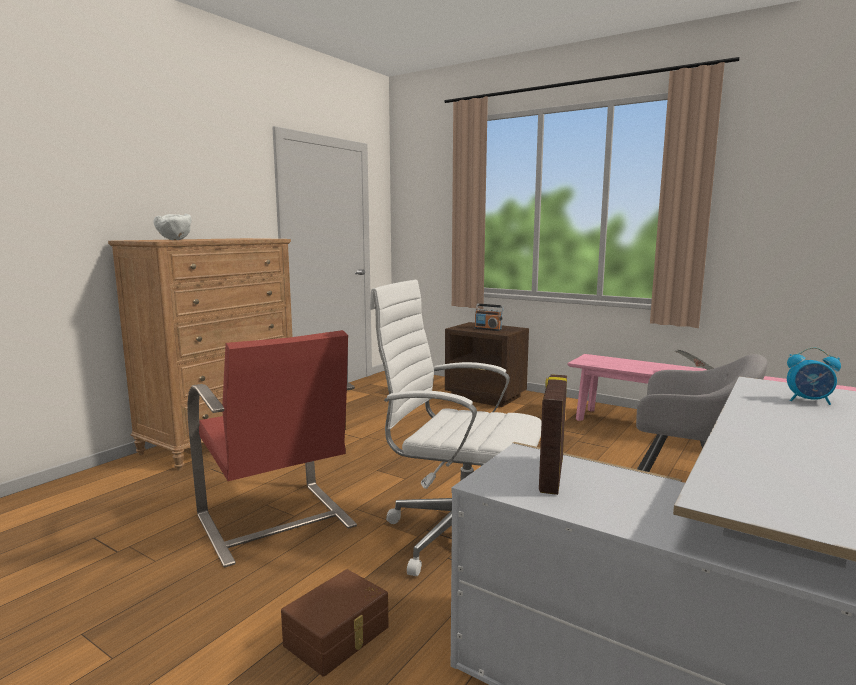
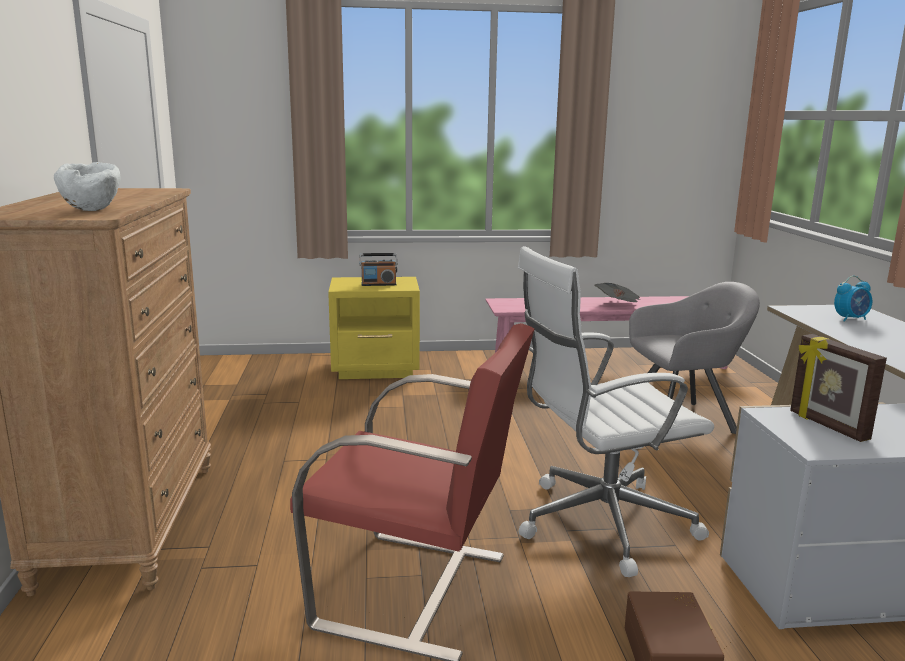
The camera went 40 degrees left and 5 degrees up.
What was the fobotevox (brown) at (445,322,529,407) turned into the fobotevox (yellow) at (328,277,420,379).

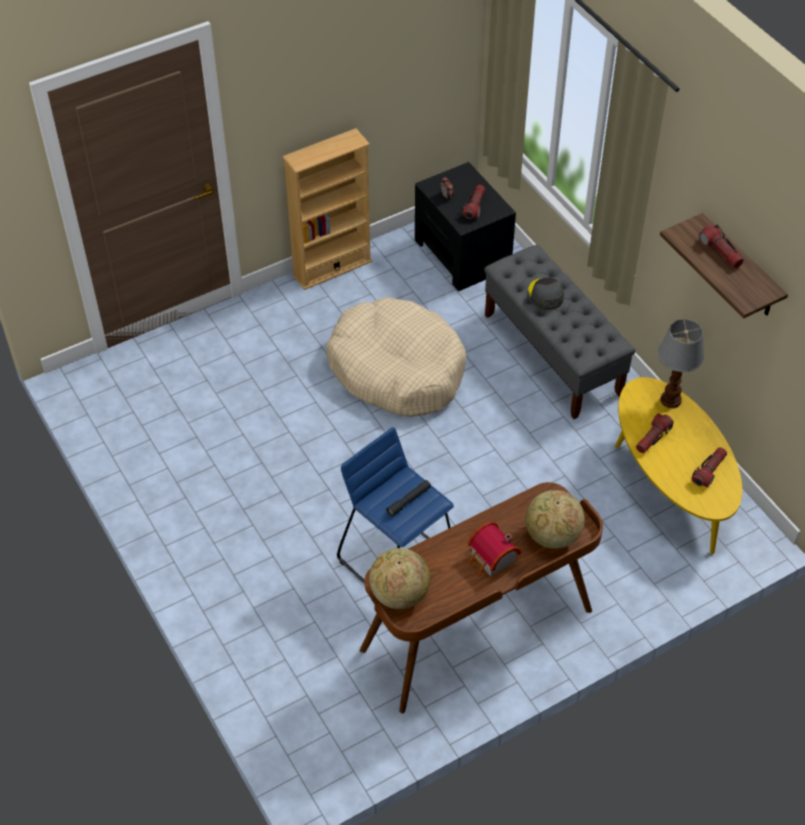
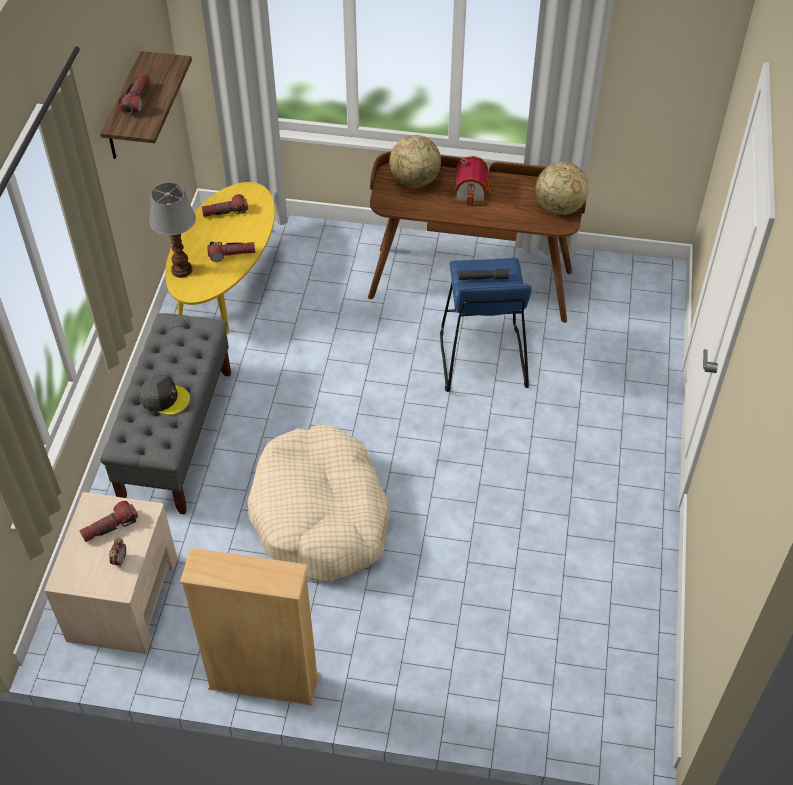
The camera went 140 degrees left and 0 degrees up.
What was the fobotevox (black) at (415,162,516,291) turned into the fobotevox (beige) at (44,492,177,654).
The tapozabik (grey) at (528,278,564,310) ended up facing another way, 105 degrees counterclockwise from before.

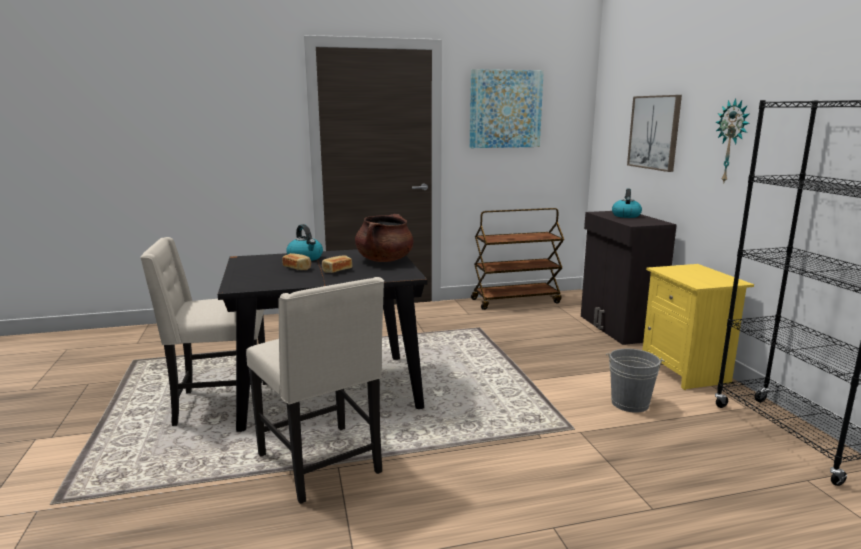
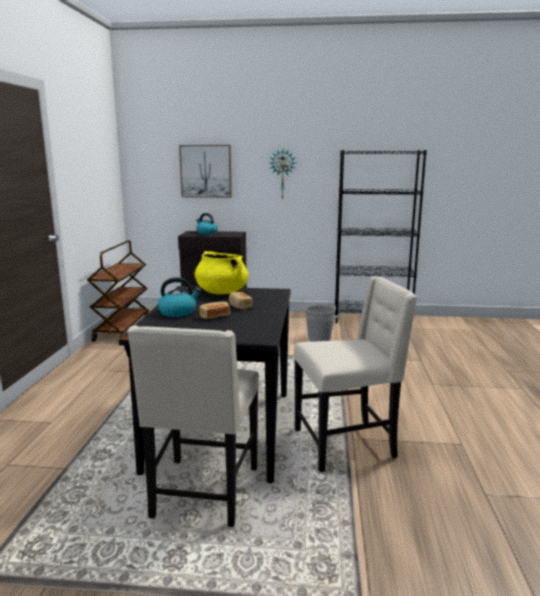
The camera went 70 degrees left and 0 degrees up.
What was the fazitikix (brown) at (355,214,414,262) turned into the fazitikix (yellow) at (195,251,249,294).
The second view lost the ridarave at (470,69,544,148).
The second view lost the fobotevox (yellow) at (643,264,754,390).

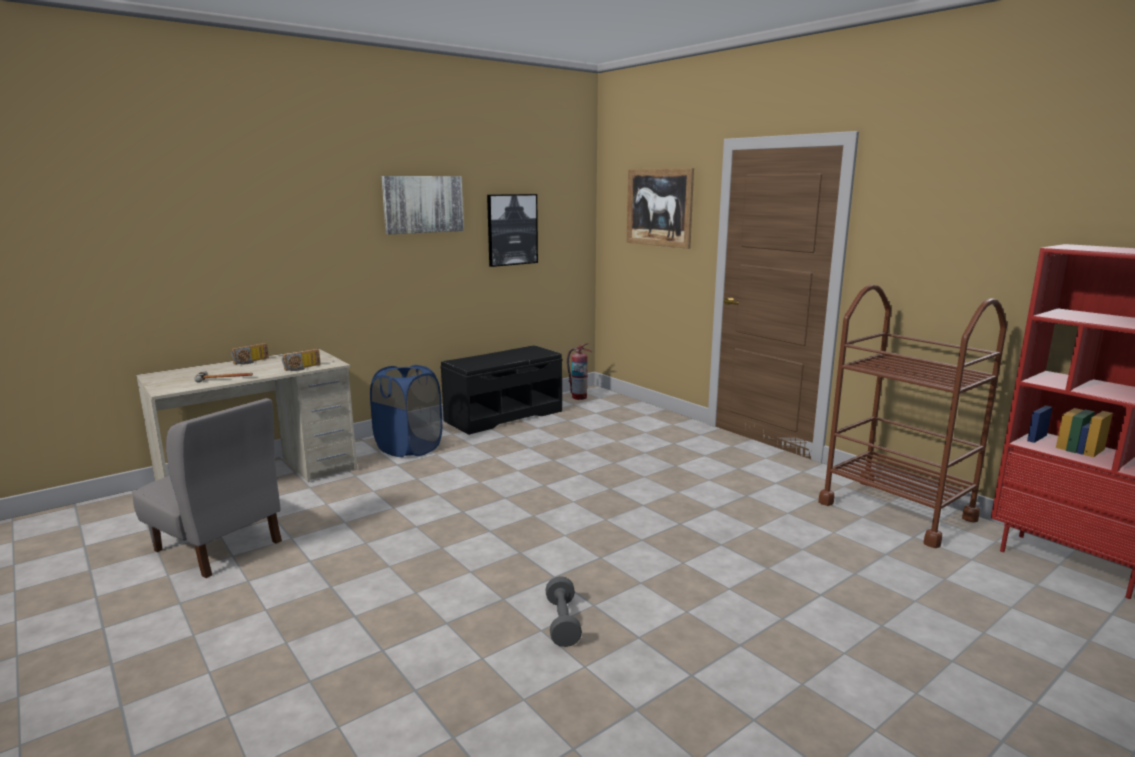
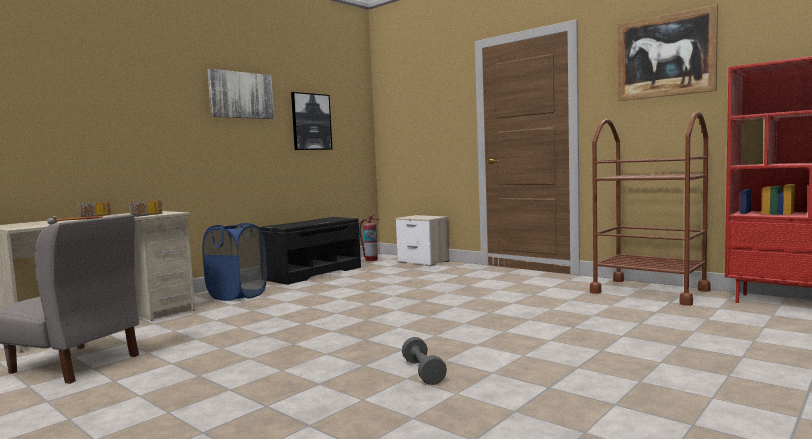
The camera went 10 degrees left and 10 degrees down.
The second view gained the fobotevox at (396,215,449,266).
The ridarave ended up elsewhere, having gone from (627,168,694,249) to (617,4,718,101).

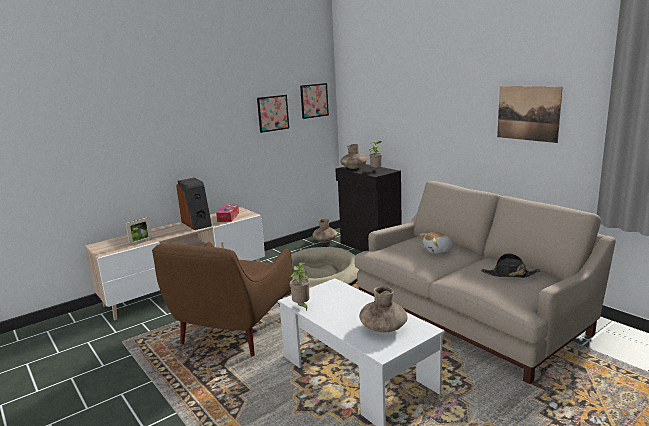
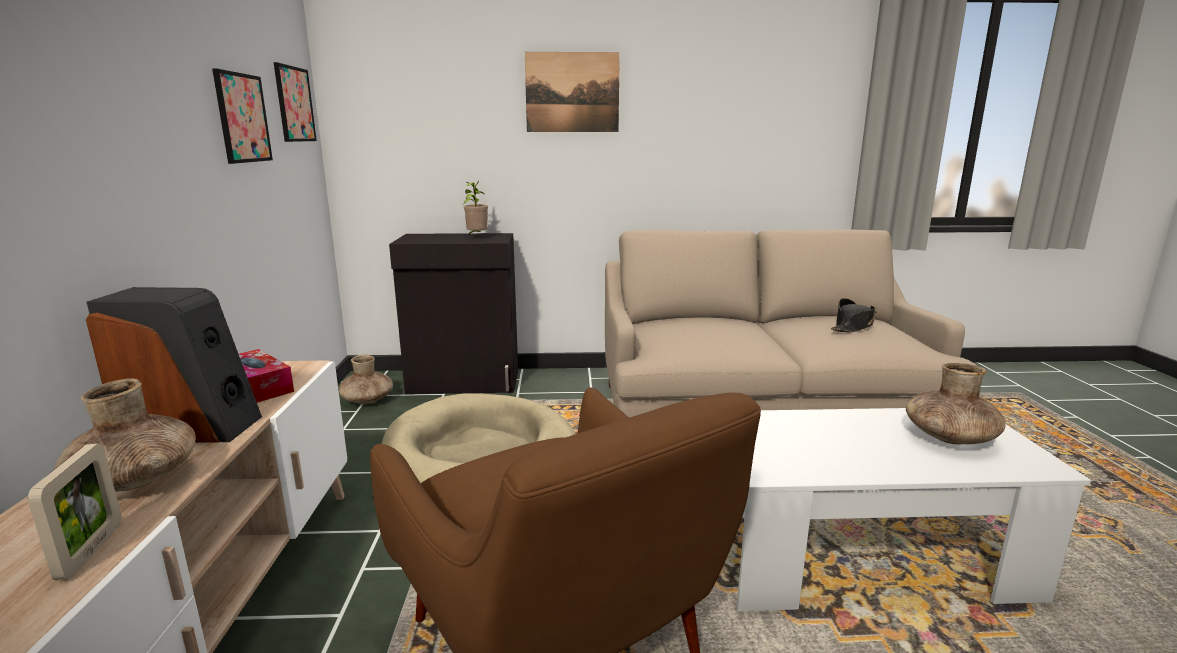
The camera went 55 degrees left and 0 degrees up.
The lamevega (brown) ended up elsewhere, having gone from (340,144,367,169) to (54,378,196,492).
The ridarave ended up elsewhere, having gone from (497,86,563,143) to (525,52,620,132).
The second view lost the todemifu at (290,262,310,311).
The second view lost the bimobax at (420,232,453,254).

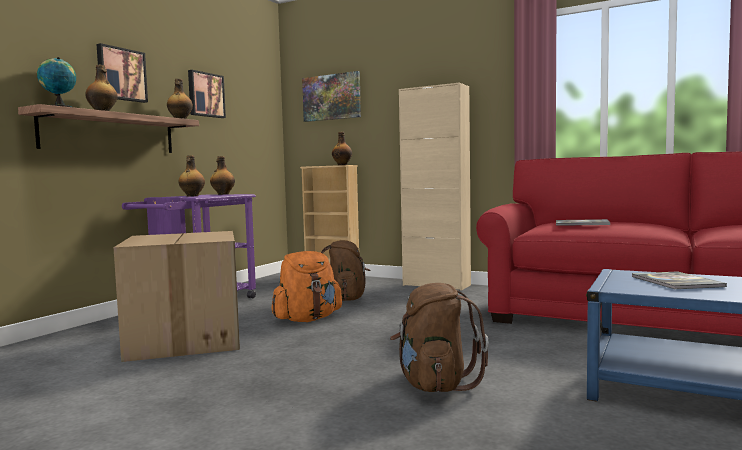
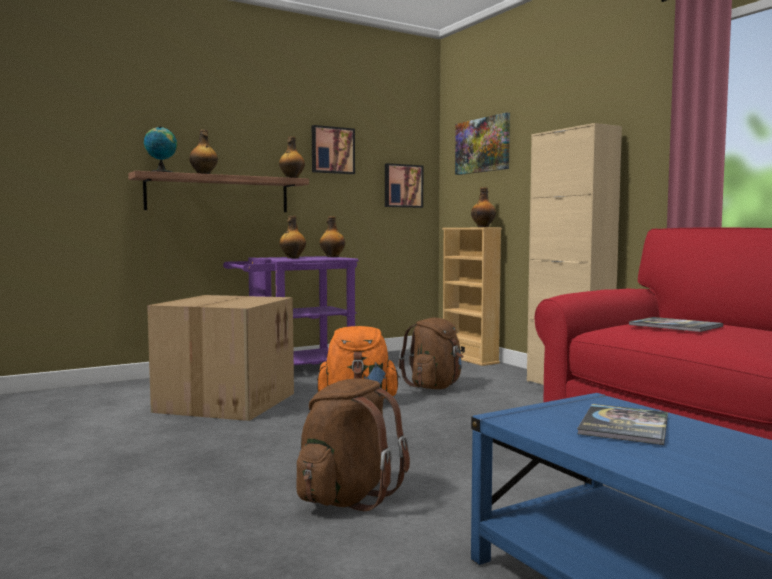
The camera went 30 degrees right and 0 degrees up.
The ridarave ended up elsewhere, having gone from (96,43,148,103) to (385,163,423,208).

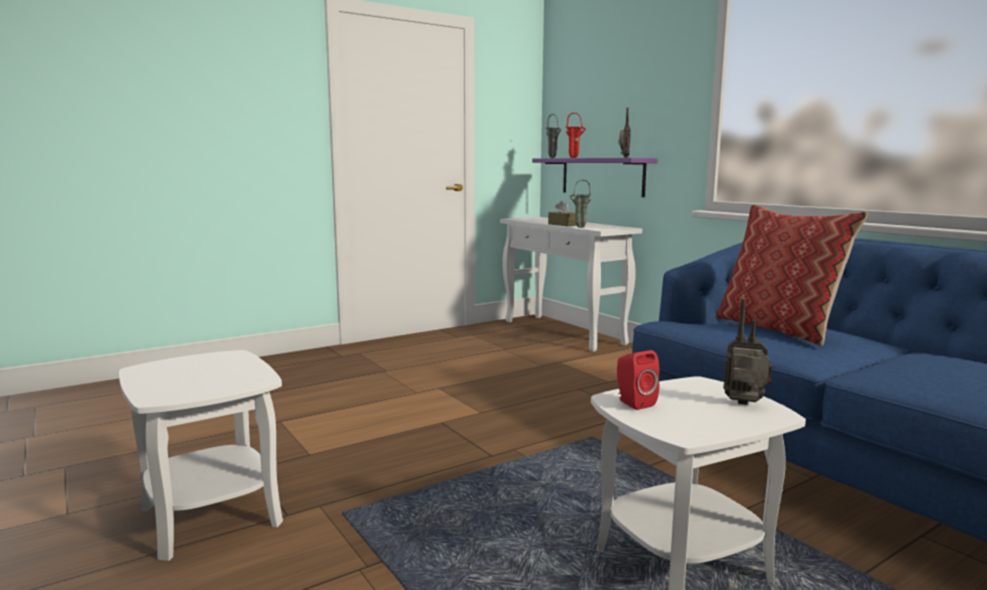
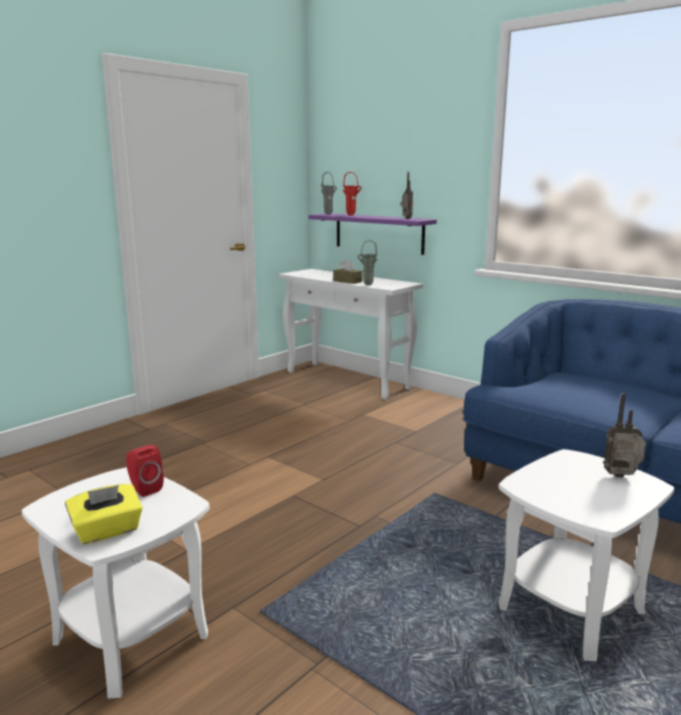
The camera went 15 degrees left and 5 degrees up.
The second view gained the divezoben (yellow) at (65,484,143,545).
The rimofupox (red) ended up elsewhere, having gone from (617,350,659,410) to (126,445,164,497).
The second view lost the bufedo at (715,205,869,346).

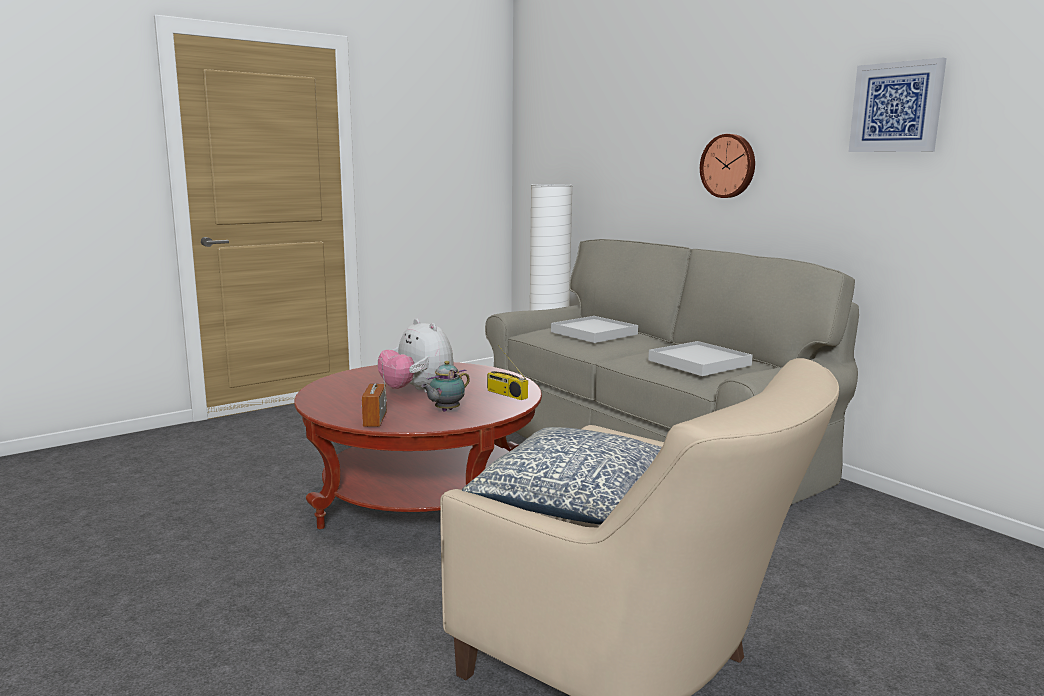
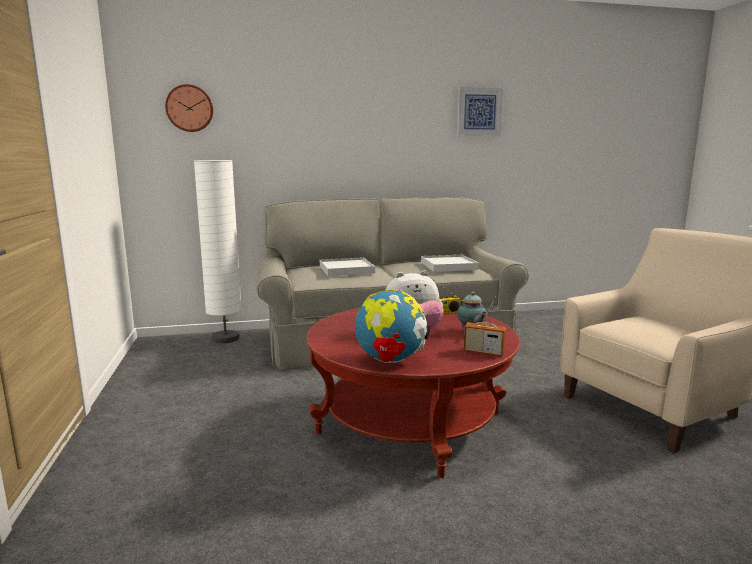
The camera went 65 degrees left and 0 degrees up.
The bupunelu ended up elsewhere, having gone from (700,134,755,198) to (165,84,213,132).
The second view gained the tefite at (355,289,430,363).
The second view lost the bufedo at (462,427,662,525).

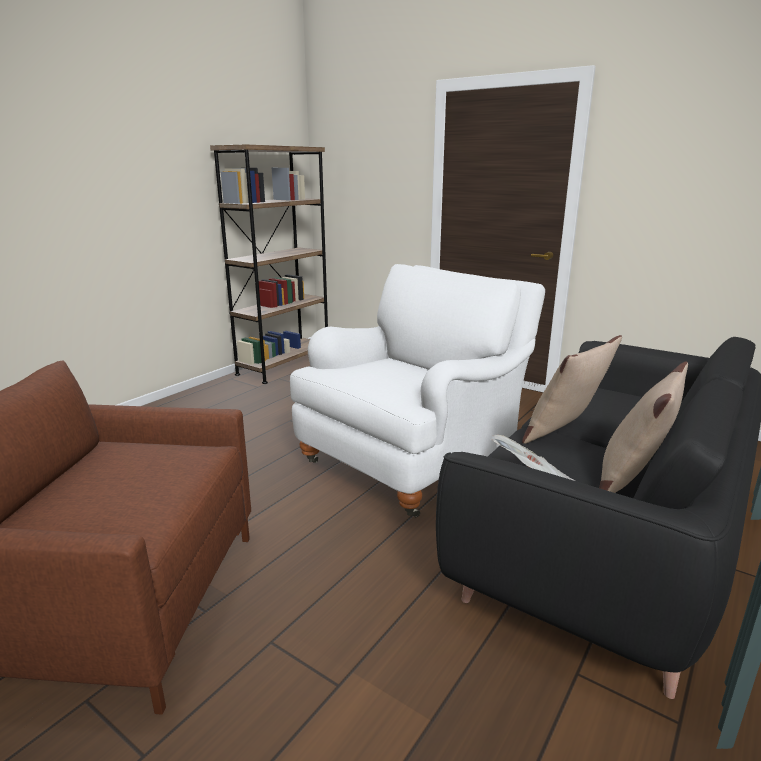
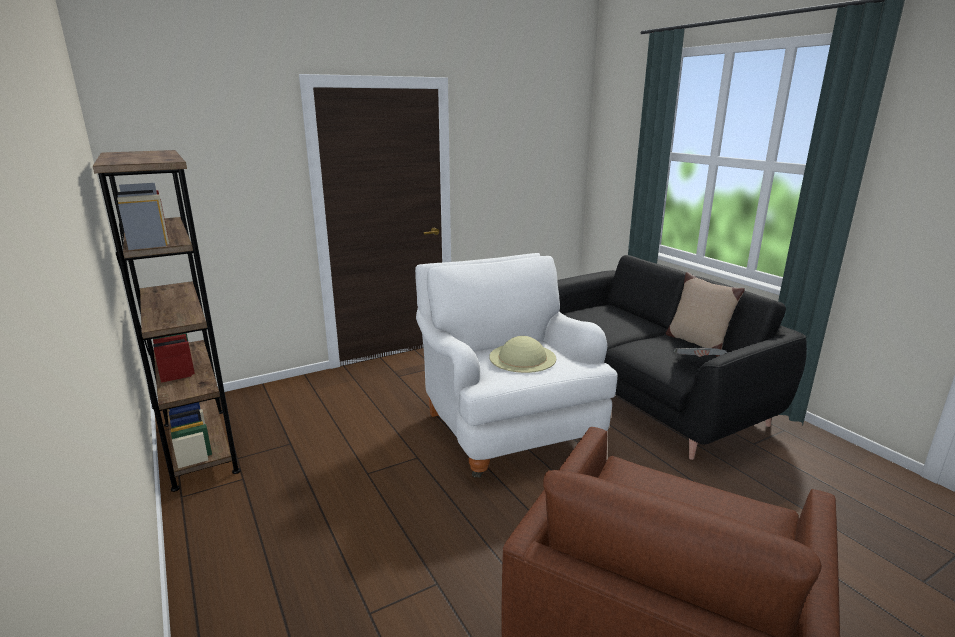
The camera went 65 degrees left and 0 degrees up.
The second view gained the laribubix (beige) at (489,336,556,373).
The second view lost the bufedo (beige) at (522,335,622,444).

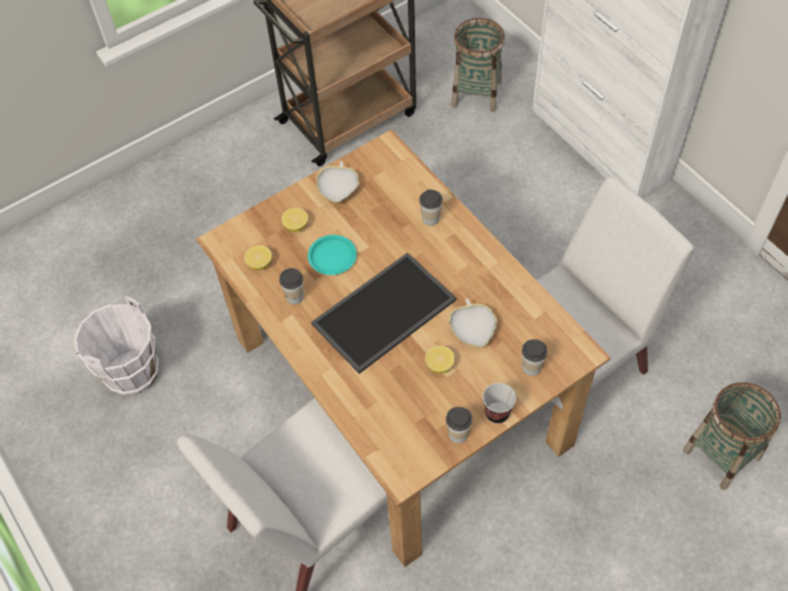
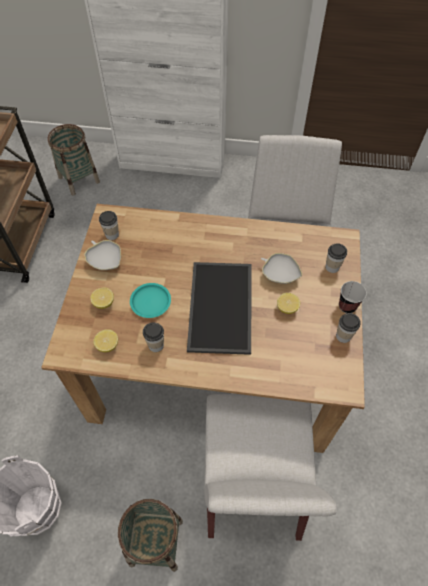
The camera went 50 degrees left and 0 degrees up.
The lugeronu ended up elsewhere, having gone from (419,190,442,226) to (99,211,119,240).
The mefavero ended up elsewhere, having gone from (683,382,781,490) to (118,499,183,572).

